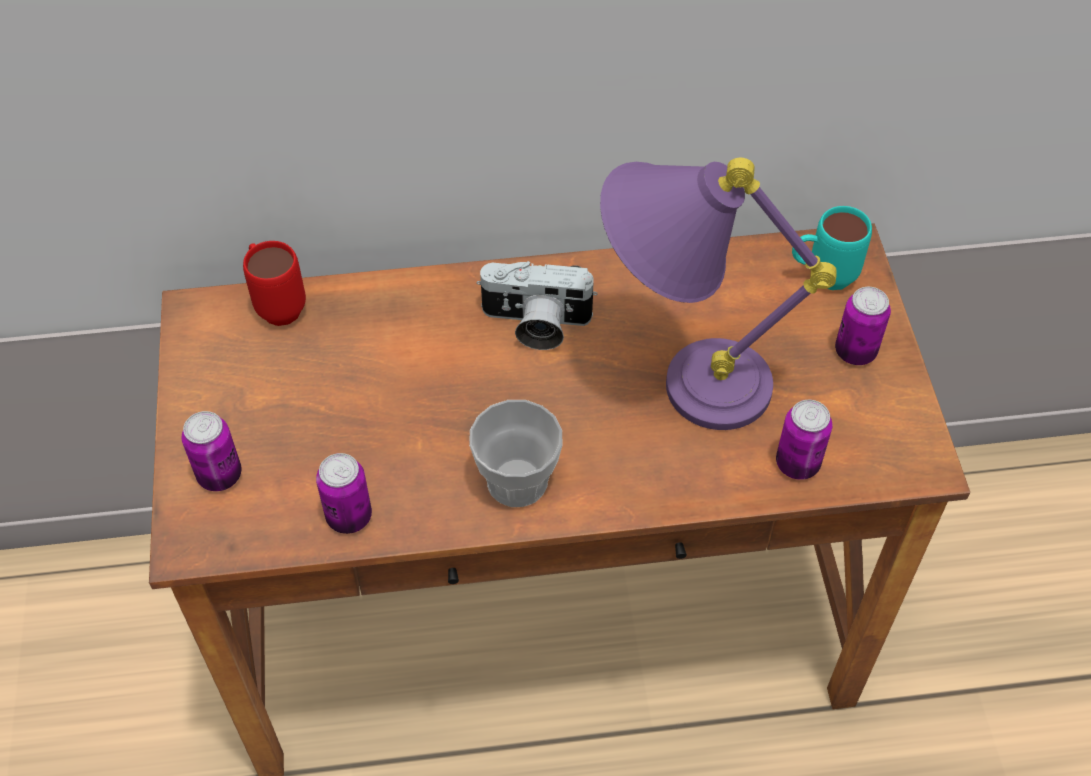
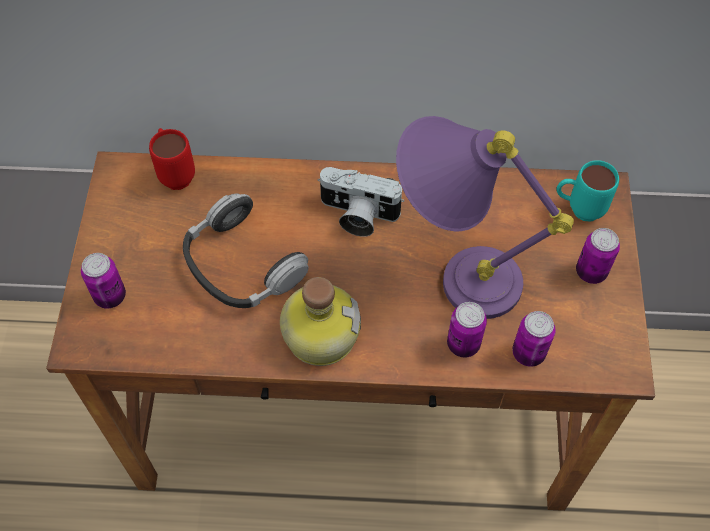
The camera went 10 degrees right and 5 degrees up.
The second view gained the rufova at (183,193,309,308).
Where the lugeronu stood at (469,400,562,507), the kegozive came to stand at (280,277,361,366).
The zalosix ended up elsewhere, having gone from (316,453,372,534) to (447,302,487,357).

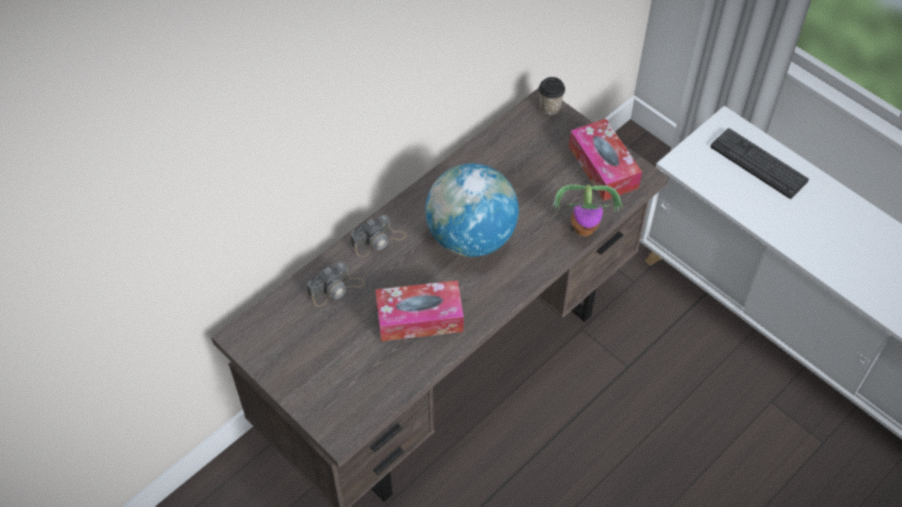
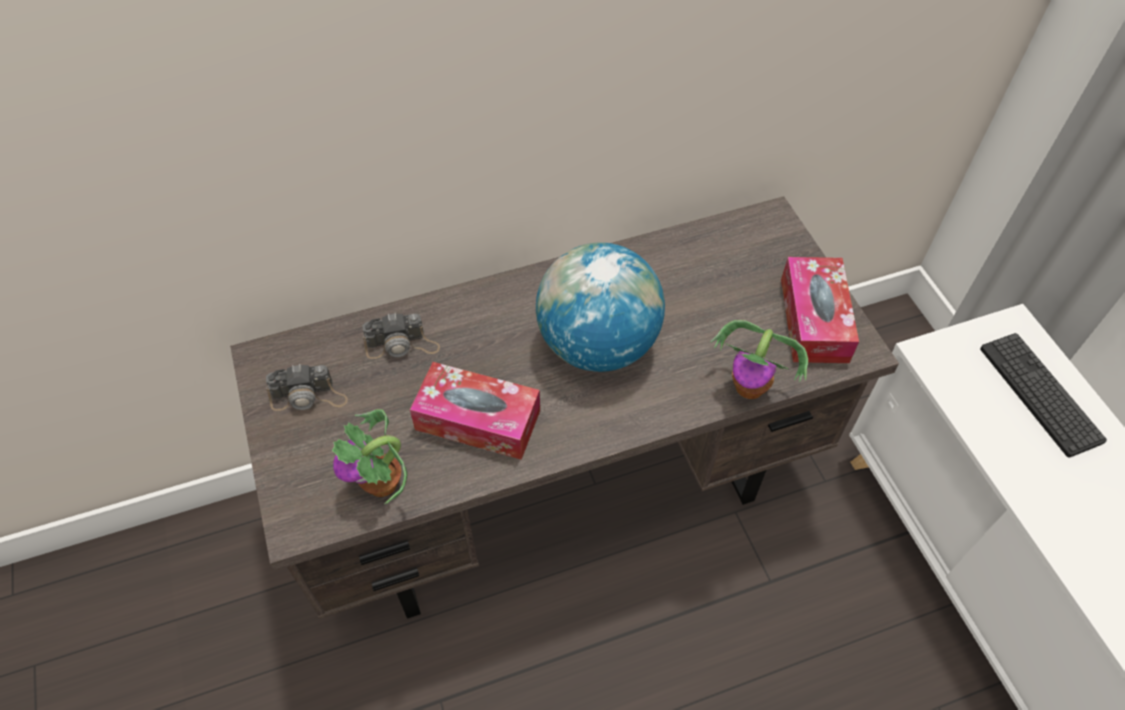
The camera went 25 degrees right and 0 degrees up.
The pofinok ended up elsewhere, having gone from (351,215,406,257) to (266,364,348,411).
The second view gained the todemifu at (332,409,407,504).
The second view lost the lugeronu at (539,77,565,115).

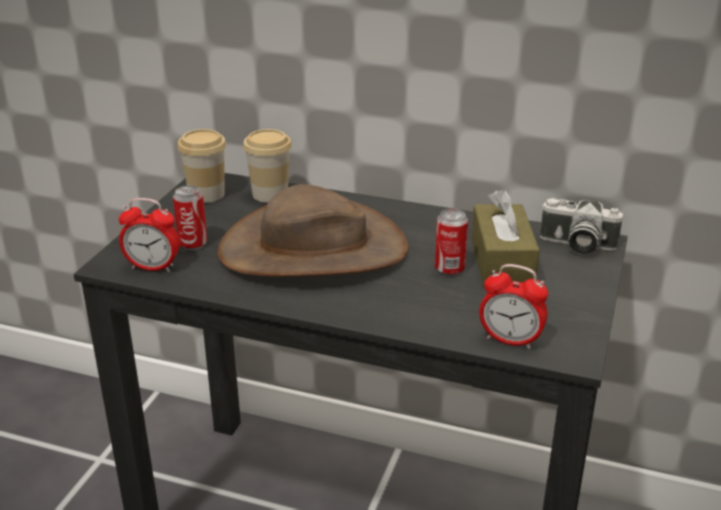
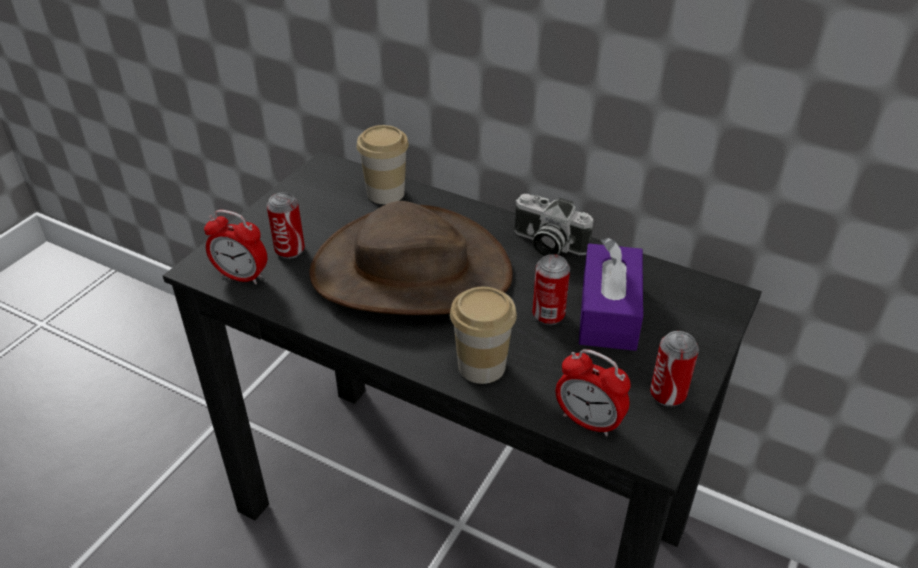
The camera went 10 degrees right and 10 degrees up.
The lugeronu ended up elsewhere, having gone from (177,129,226,203) to (450,287,517,384).
The pofinok ended up elsewhere, having gone from (540,198,623,254) to (514,194,593,256).
What was the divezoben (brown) at (472,189,540,287) turned into the divezoben (purple) at (579,238,643,351).
The second view gained the zalosix at (650,331,699,407).

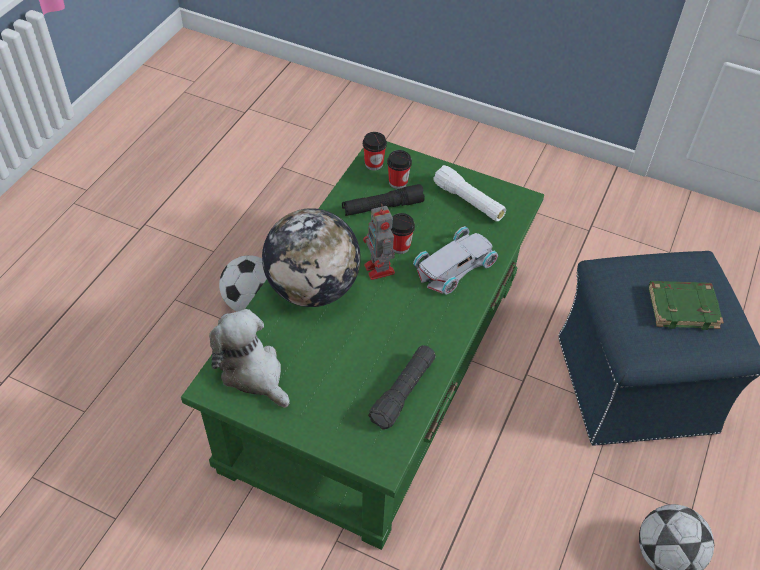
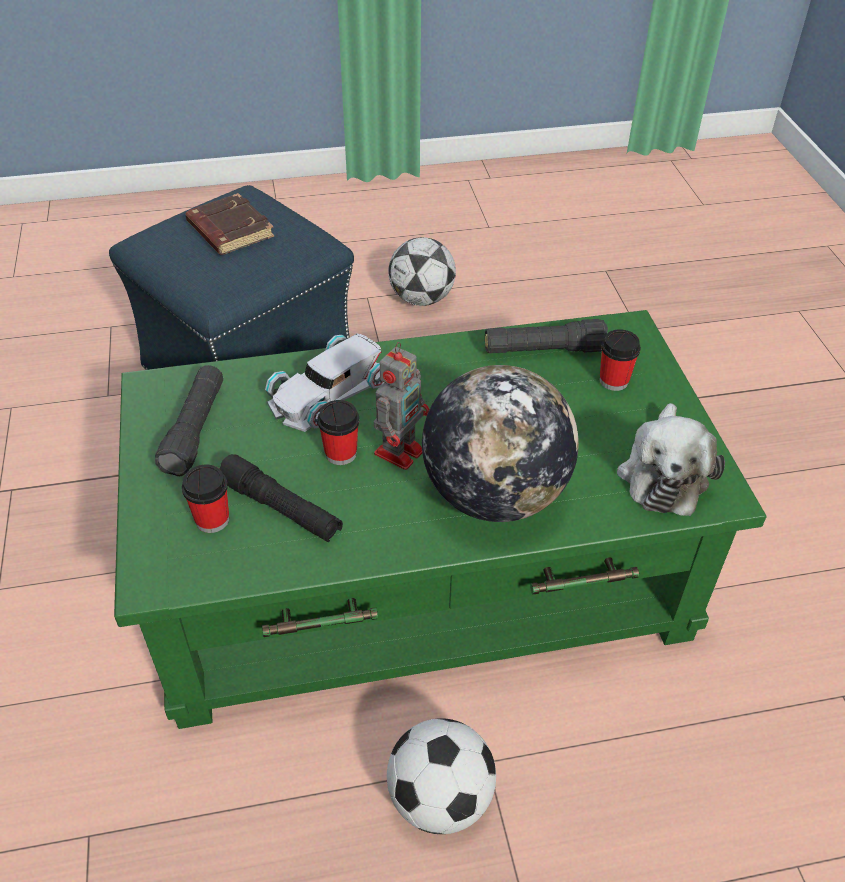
The camera went 125 degrees left and 5 degrees down.
What was the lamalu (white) at (433,165,506,221) turned into the lamalu (black) at (155,365,223,476).
What was the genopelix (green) at (649,281,724,330) turned into the genopelix (brown) at (185,193,274,255).
The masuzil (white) at (413,226,498,295) ended up facing another way, 60 degrees counterclockwise from before.
The lugeronu ended up elsewhere, having gone from (363,132,387,171) to (600,329,641,391).

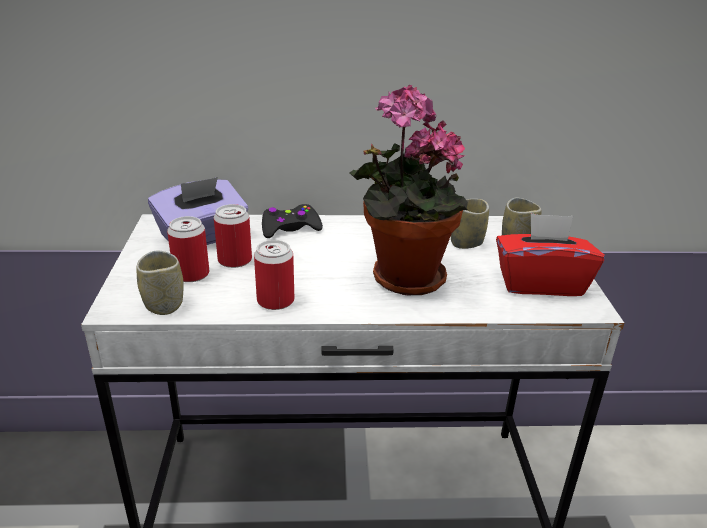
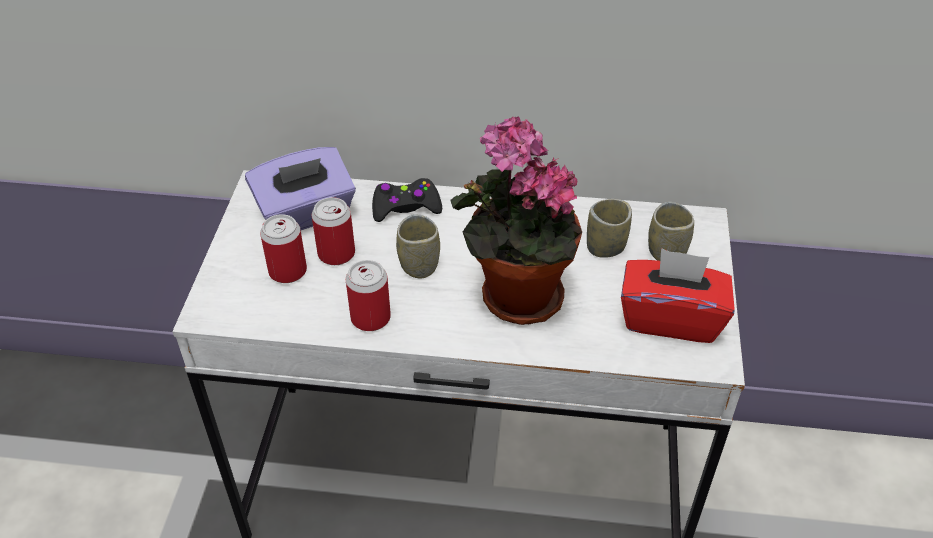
The camera went 10 degrees right and 15 degrees up.
The lugeronu ended up elsewhere, having gone from (137,251,183,315) to (396,214,440,279).

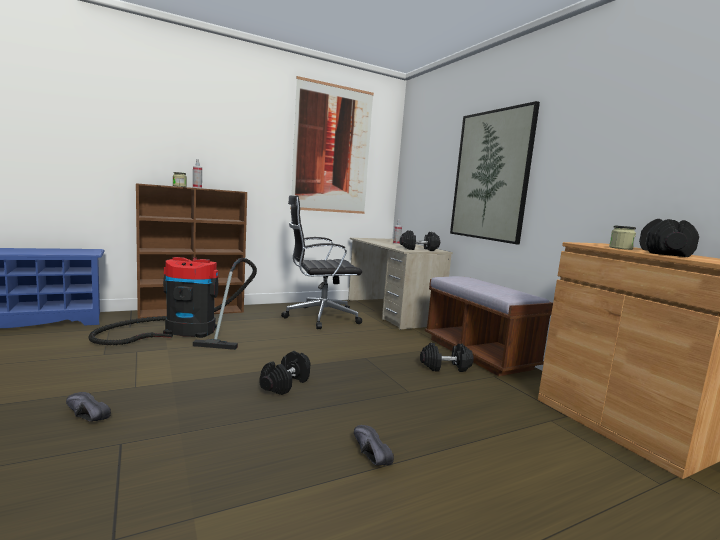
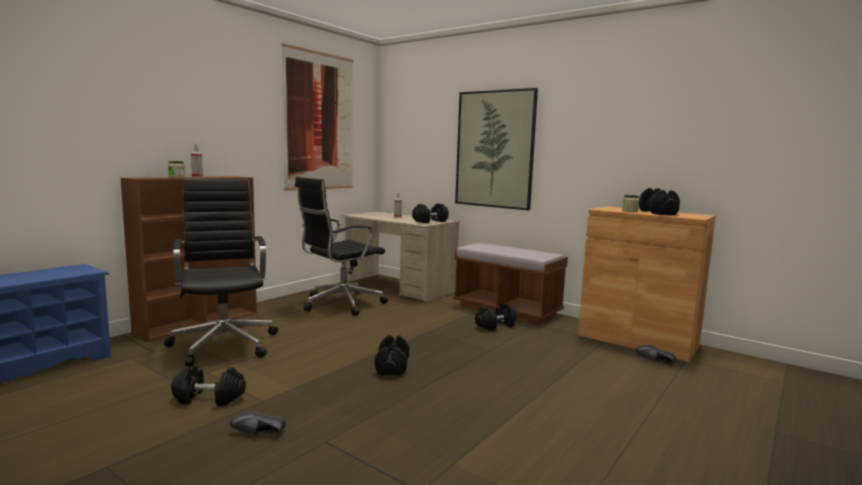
The camera went 25 degrees left and 0 degrees up.
Where the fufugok stood at (89,257,257,350), the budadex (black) came to stand at (164,179,278,366).
The second view gained the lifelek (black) at (171,366,246,406).
The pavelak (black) ended up elsewhere, having gone from (354,425,394,465) to (636,345,676,364).

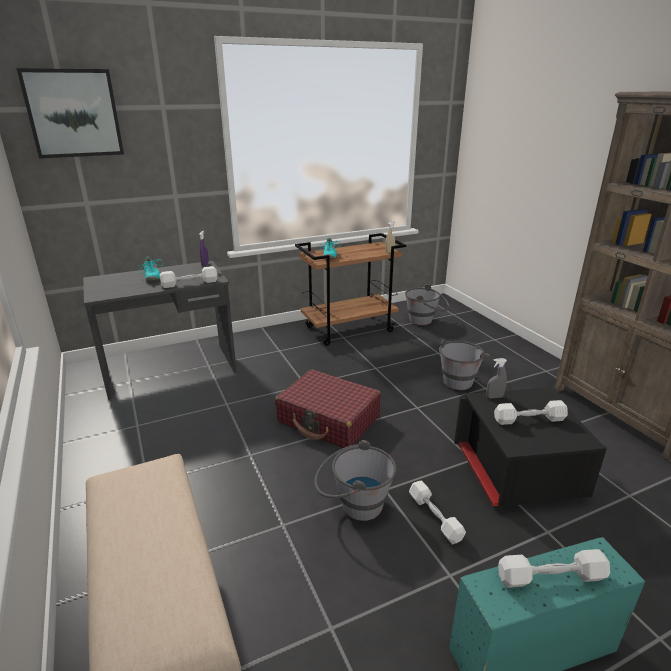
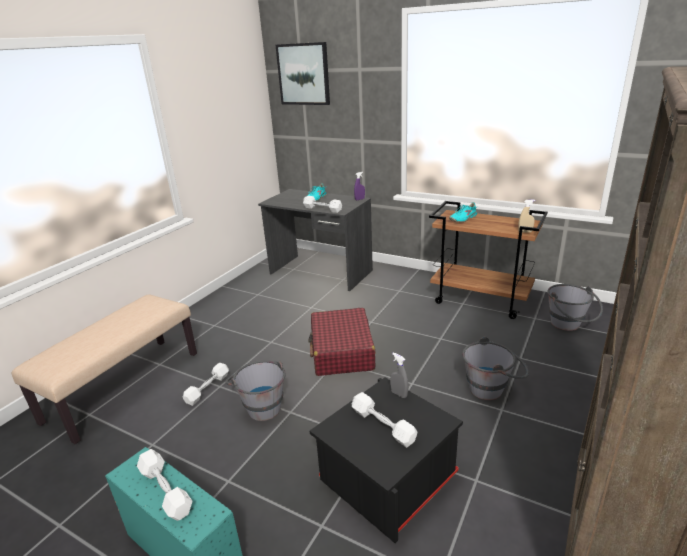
The camera went 55 degrees right and 0 degrees up.
The lifelek (white) ended up elsewhere, having gone from (409,481,466,545) to (183,363,229,406).

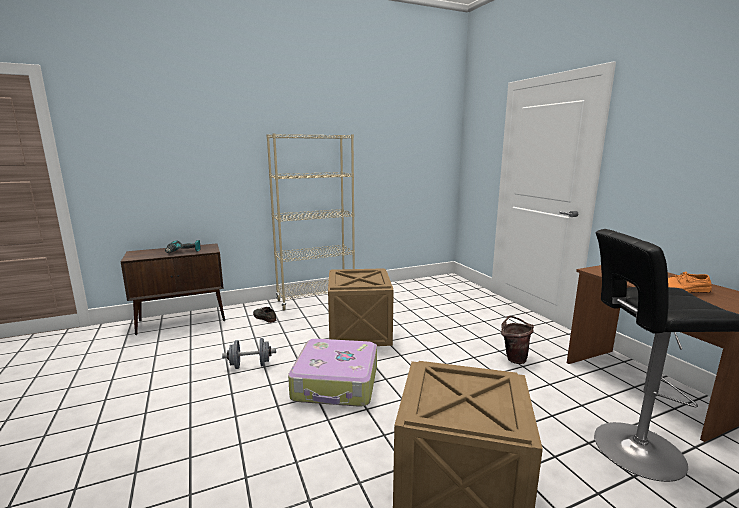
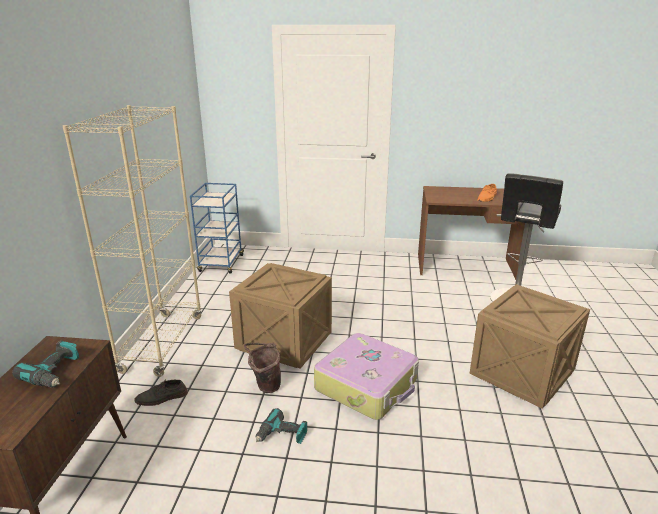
The camera went 60 degrees left and 10 degrees up.
The second view gained the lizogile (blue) at (190,183,244,274).
The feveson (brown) ended up elsewhere, having gone from (501,316,534,364) to (244,343,281,393).
Where the lifelek (grey) stood at (222,338,276,369), the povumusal came to stand at (256,408,307,444).

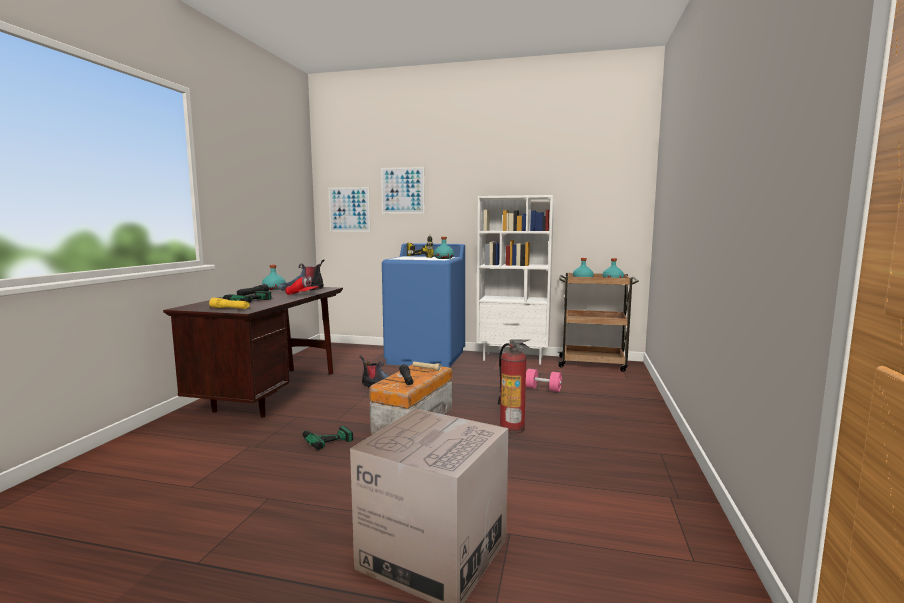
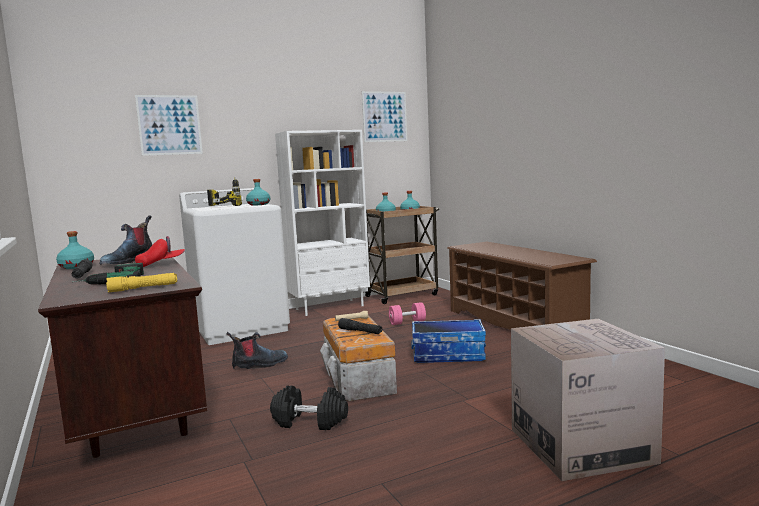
The camera went 40 degrees left and 0 degrees up.
What was the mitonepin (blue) at (382,243,465,368) turned into the mitonepin (white) at (179,188,290,345).
Where the povumusal stood at (301,426,353,450), the lifelek (black) came to stand at (270,385,348,430).
The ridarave ended up elsewhere, having gone from (328,187,370,232) to (362,91,407,142).
Where the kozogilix stood at (498,339,530,434), the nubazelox came to stand at (411,319,486,363).
The second view gained the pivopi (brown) at (447,242,597,330).

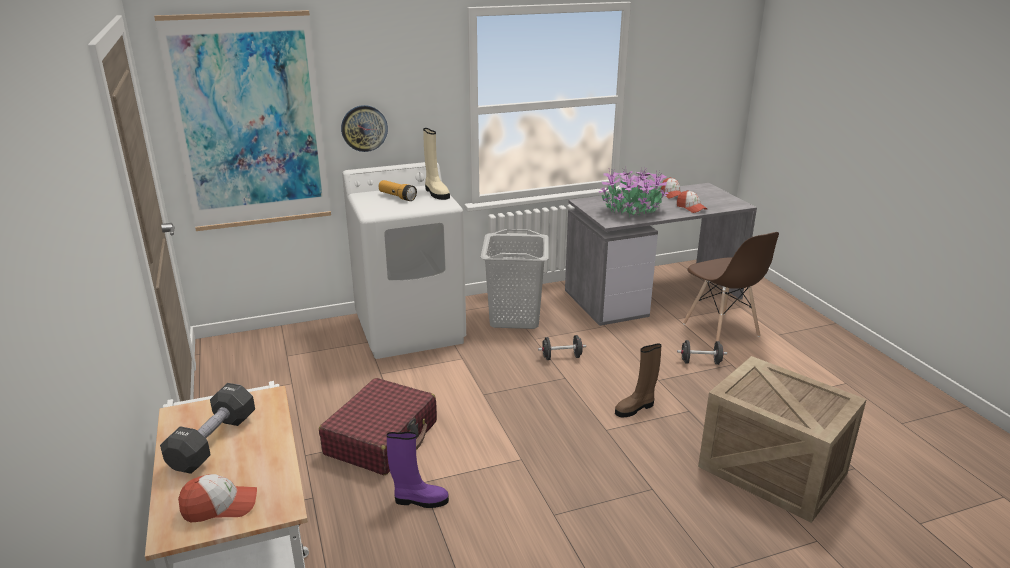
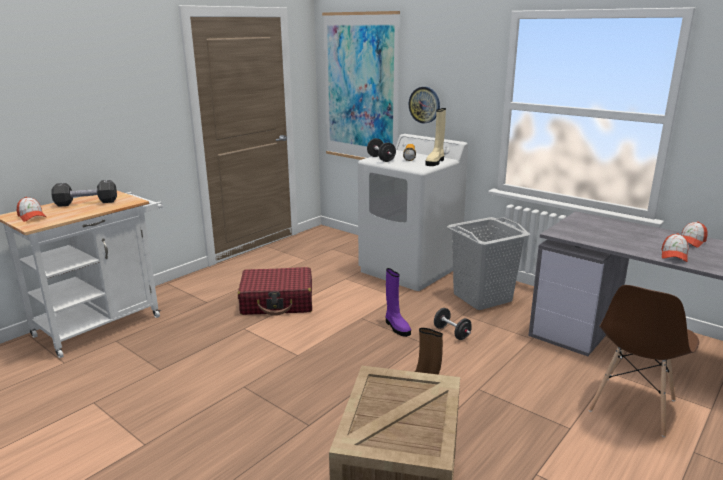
The camera went 60 degrees right and 5 degrees down.
The lifelek (black) ended up elsewhere, having gone from (677,340,727,365) to (367,138,396,162).
The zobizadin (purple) ended up elsewhere, having gone from (387,432,449,508) to (386,268,411,337).
The second view lost the todemifu at (599,168,669,218).

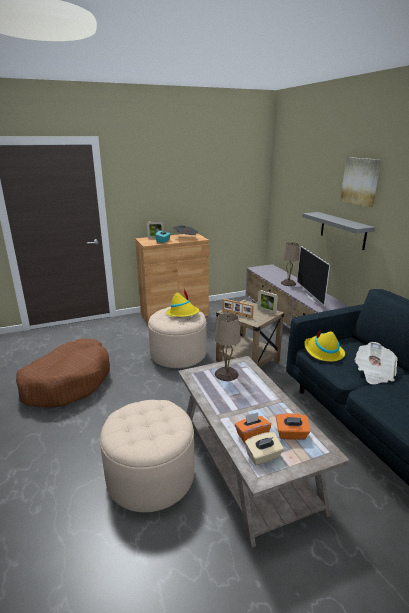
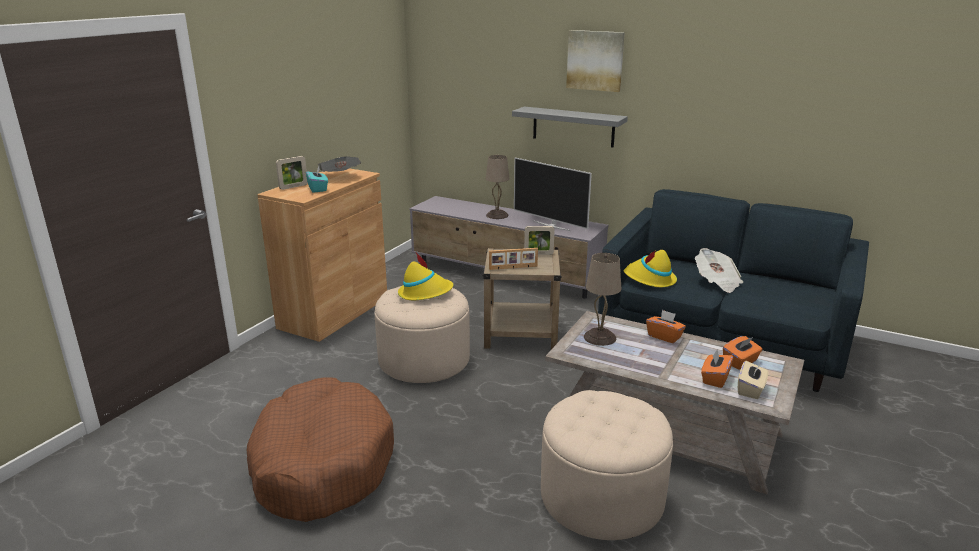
The camera went 40 degrees left and 0 degrees up.
The second view gained the divezoben (orange) at (646,310,686,343).

